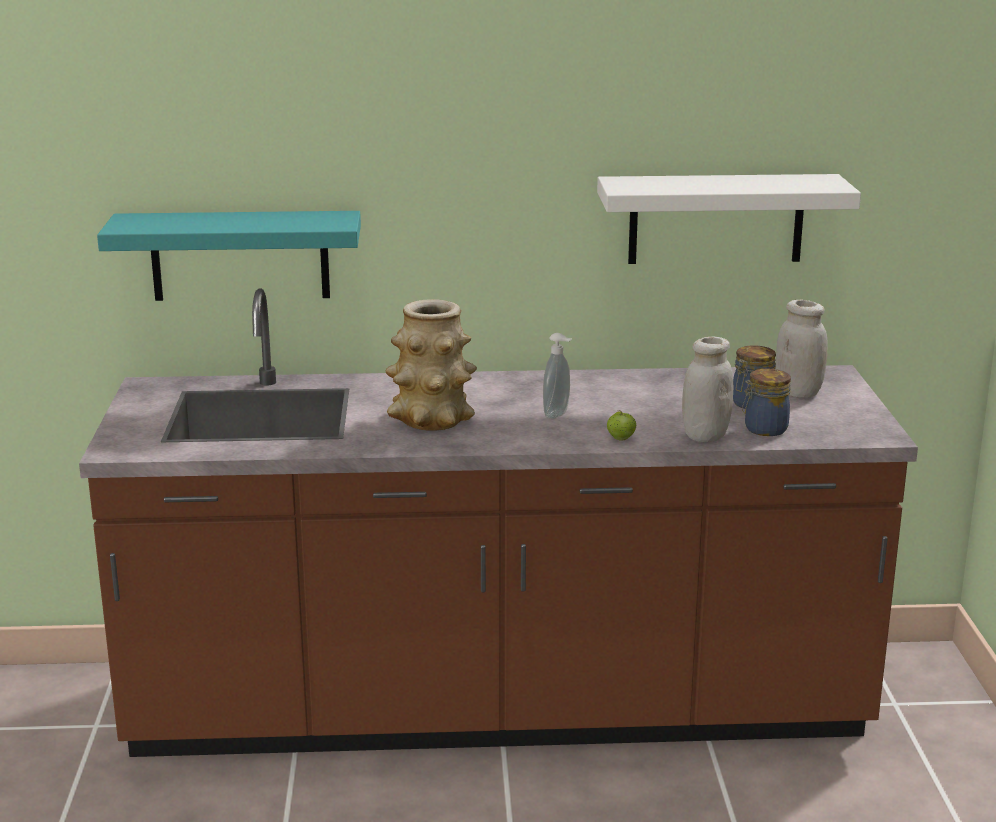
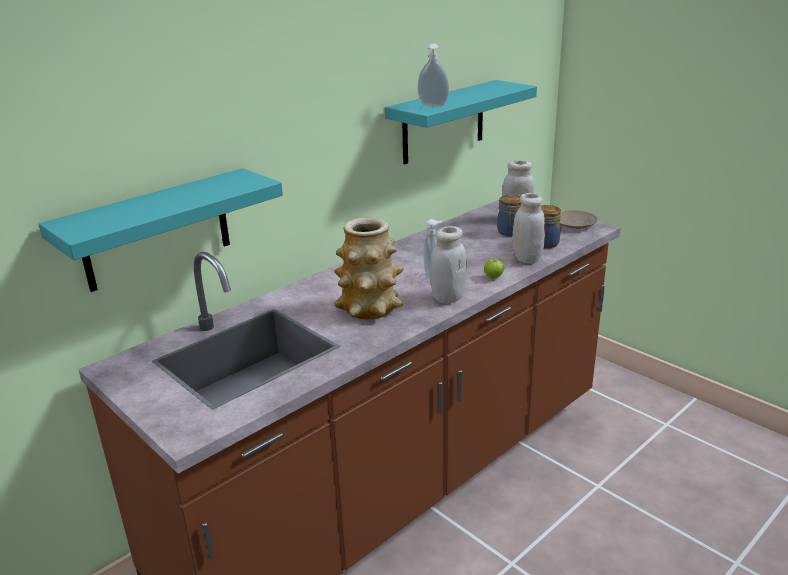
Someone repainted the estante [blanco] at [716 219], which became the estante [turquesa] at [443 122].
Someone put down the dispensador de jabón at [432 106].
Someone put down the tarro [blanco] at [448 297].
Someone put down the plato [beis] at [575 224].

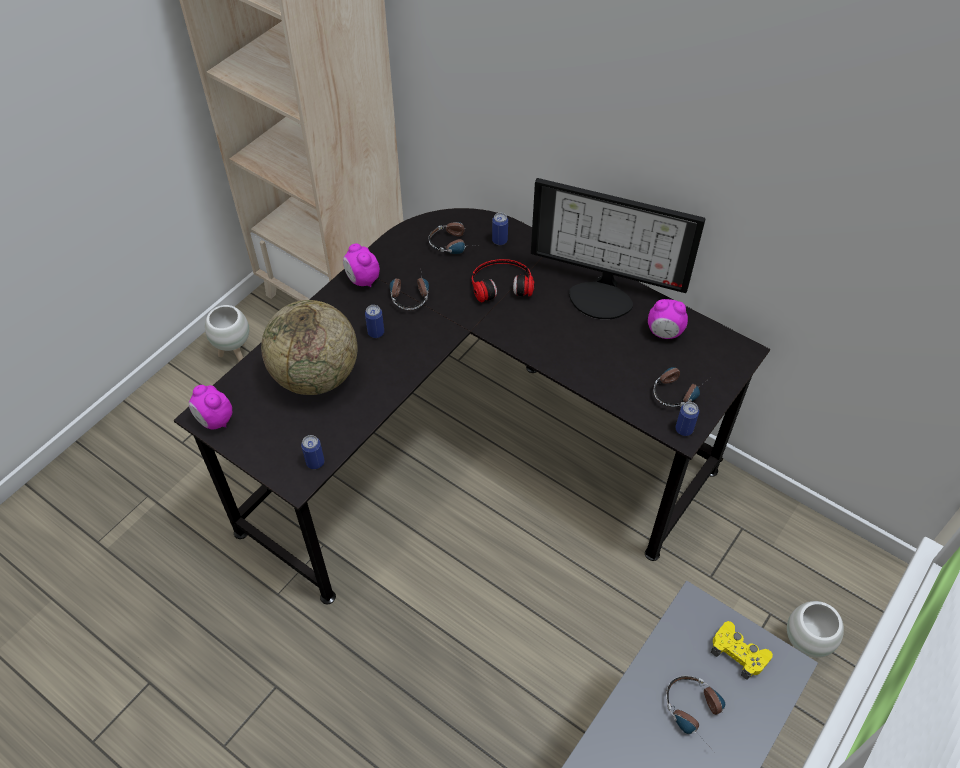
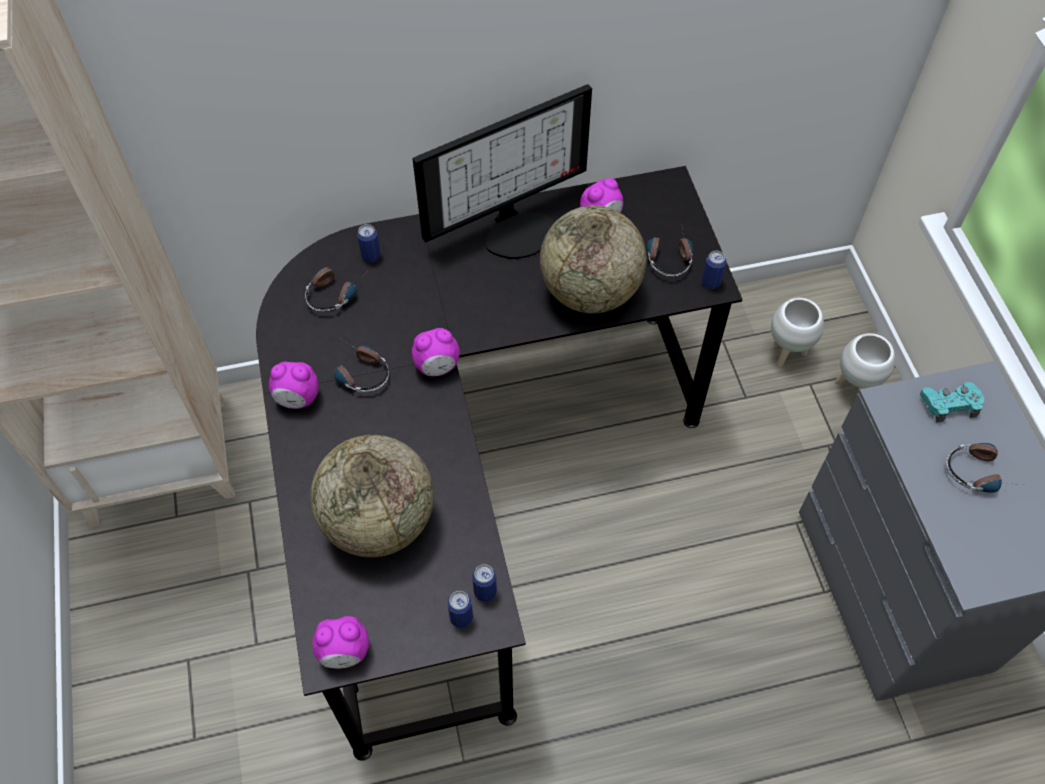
Someone put down the despertador at [437 367].
Someone carried the lata from [376 332] to [461 617].
Someone put down the globo terráqueo at [590 291].
Someone carried the maceta [blanco] from [235 354] to [787 352].
Someone repainted the mando de consola [amarillo] at [738 653], which became the mando de consola [turquesa] at [949 404].
Someone took away the auriculares at [501 283].

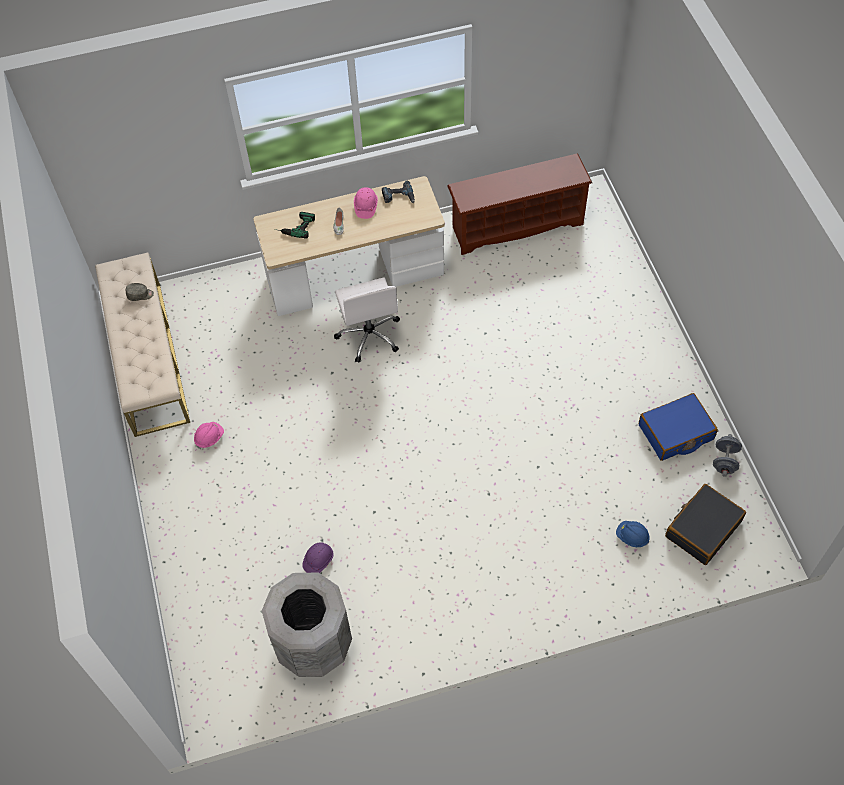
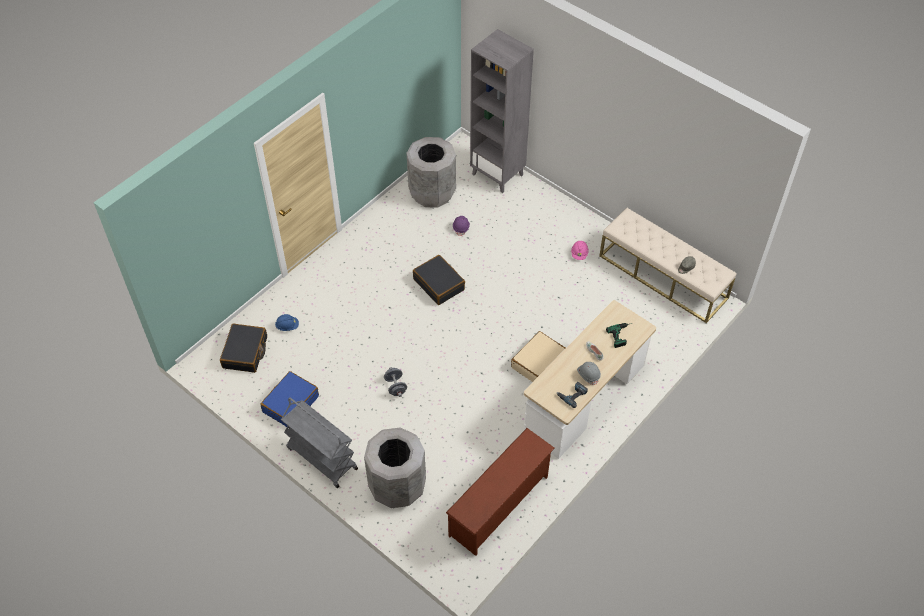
Someone put down the carrito [gris] at [321 458].
Someone put down the papelera [gris] at [397 486].
Someone carried the mancuerna [gris] from [724 461] to [395 387].
Someone put down the maleta [negro] at [439 284].
Someone put down the estantería [gris] at [498 174].
Someone swapped the silla de oficina [blanco] at [369 335] for the maleta [beis] at [538 363].
Someone repainted the casco [rosa] at [365 207], which became the casco [gris] at [588 375].

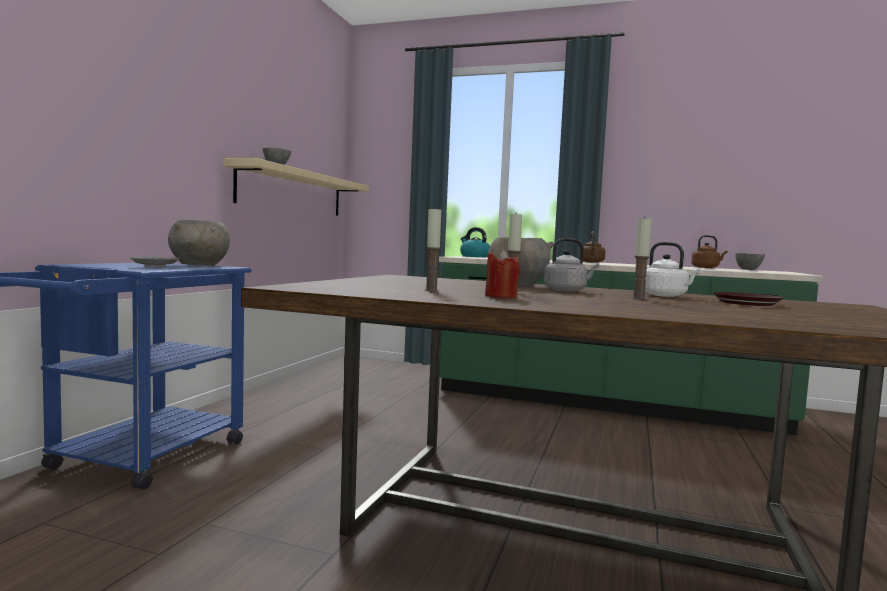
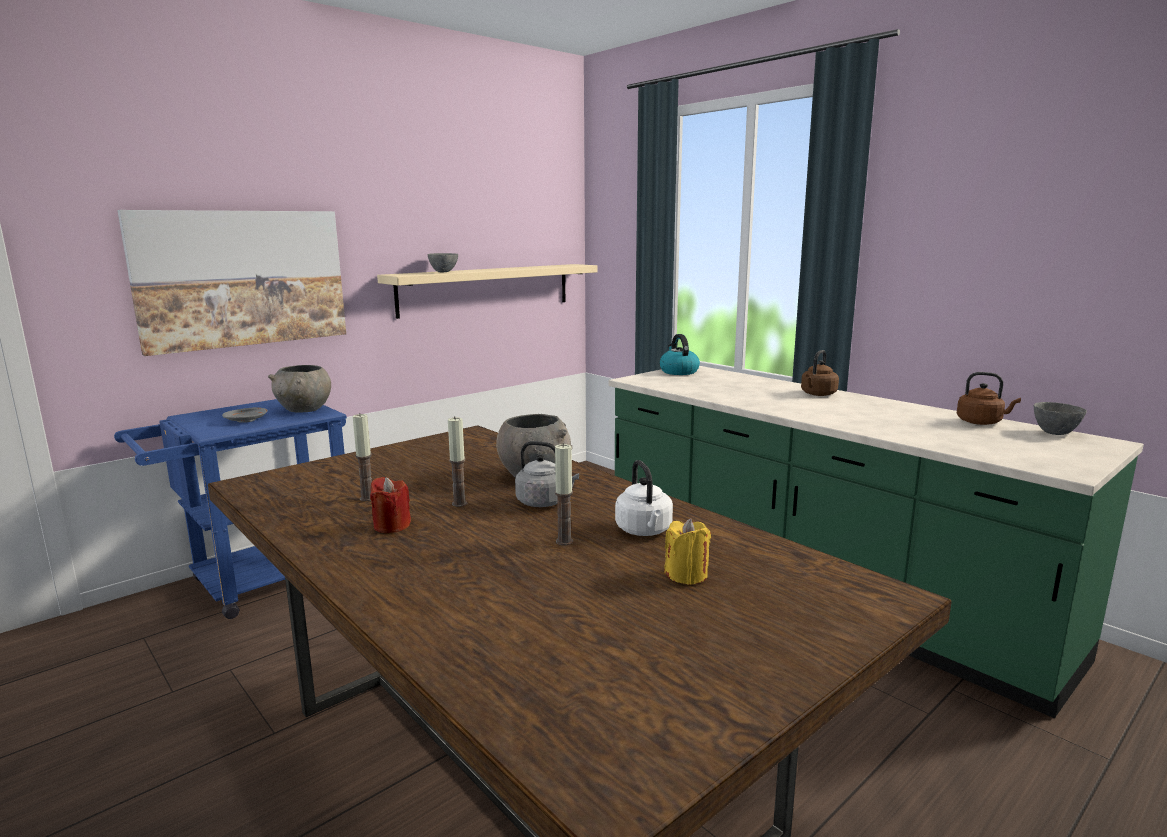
Someone put up the cuadro at [242 278].
Someone swapped the plato [marrón] at [747 303] for the vela [amarillo] at [686 575].

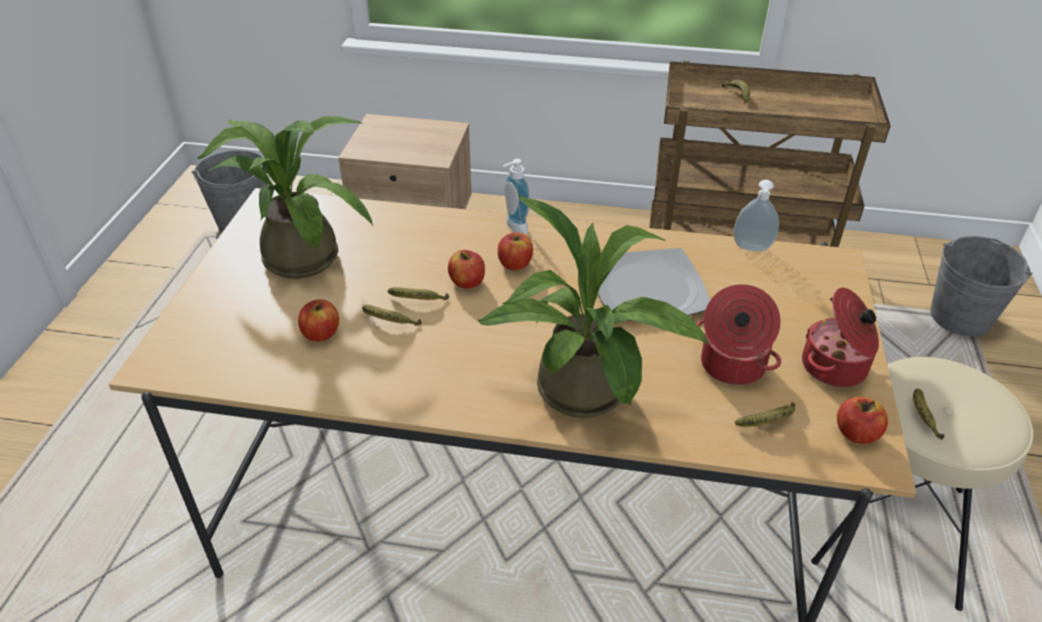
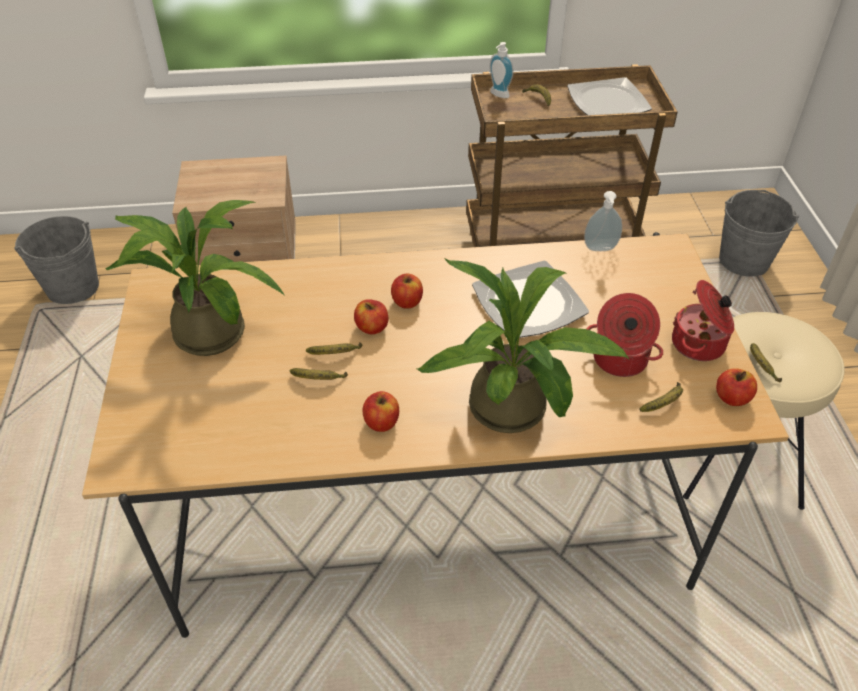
Someone carried the manzana from [321 334] to [381 422].
Someone carried the dispensador de jabón from [513 228] to [498 95].
Someone put down the plato at [608 102].

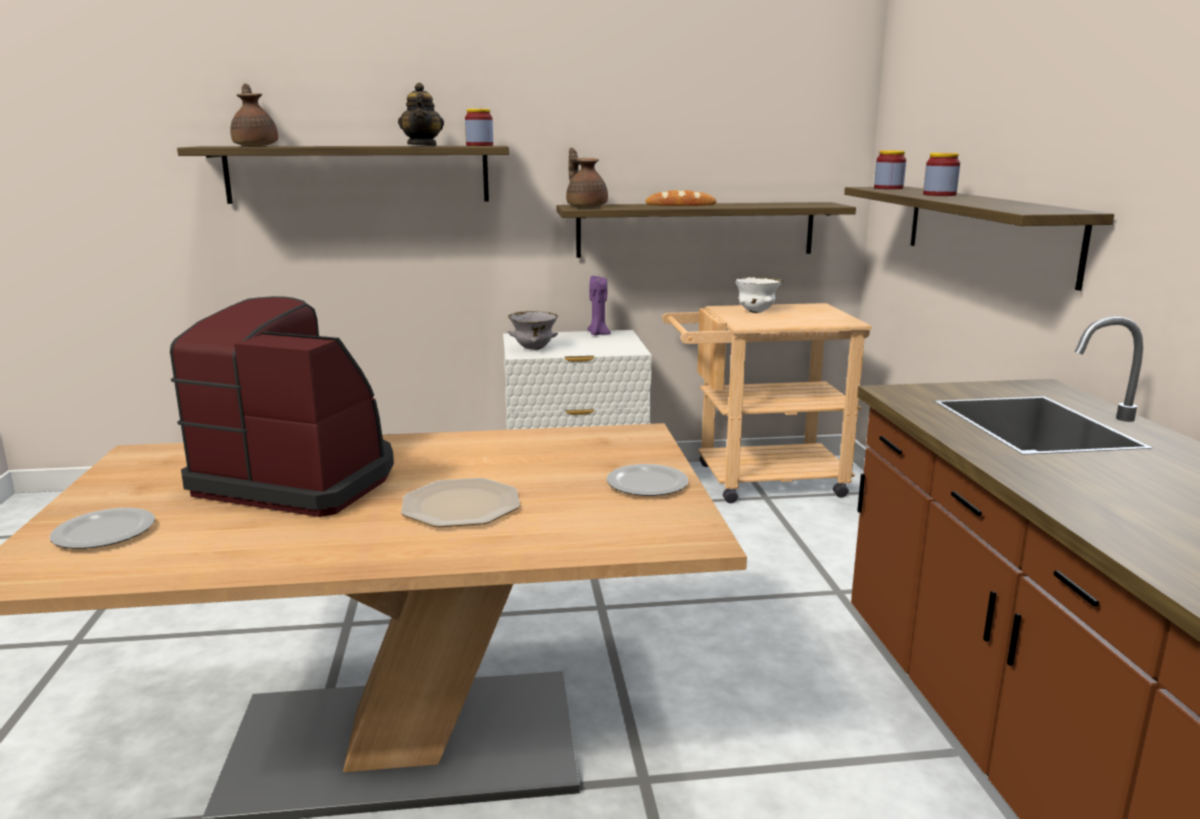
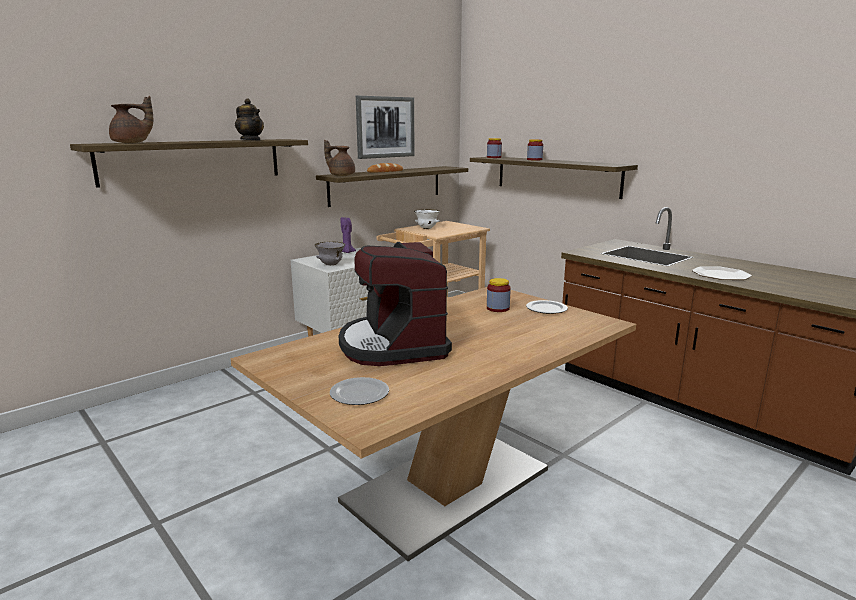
Someone rotated the tetera [marrón] at [256 146] by 135 degrees clockwise.
Someone rotated the cafetera at [299 479] by 90 degrees counterclockwise.
Someone put up the cuadro at [385 127].
Someone carried the tarro from [479 145] to [498 308].
Someone carried the plato from [461 506] to [721 275].

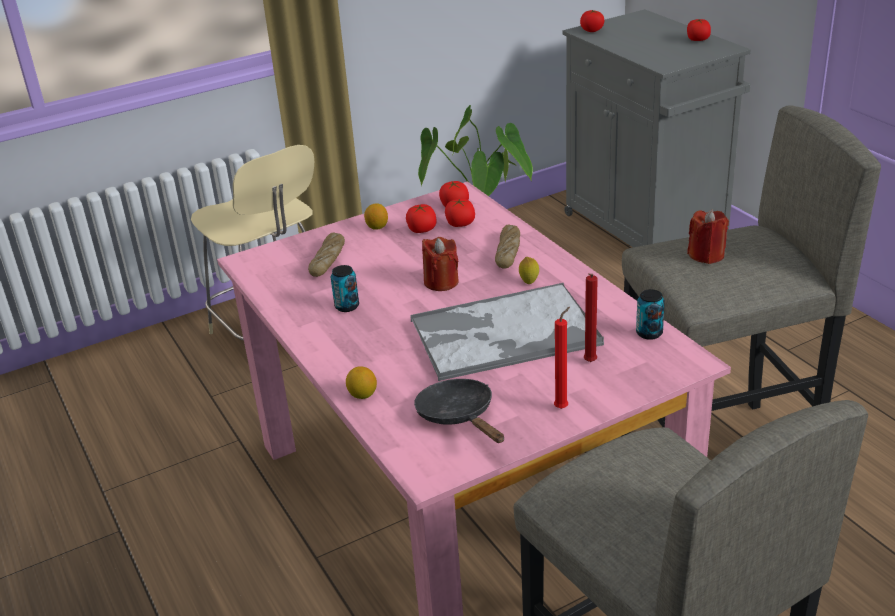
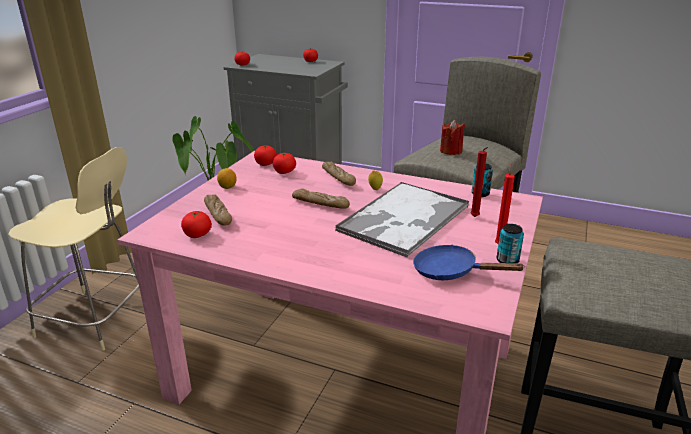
Someone carried the tomate from [421 230] to [197 235].
Someone swapped the vela [rojo] at [441 282] for the pan at [320 204].
Someone repainted the sartén [negro] at [459 416], which became the sartén [azul] at [451 272].
Someone carried the lata from [347 306] to [507 261].
Someone took away the limón at [362 395].

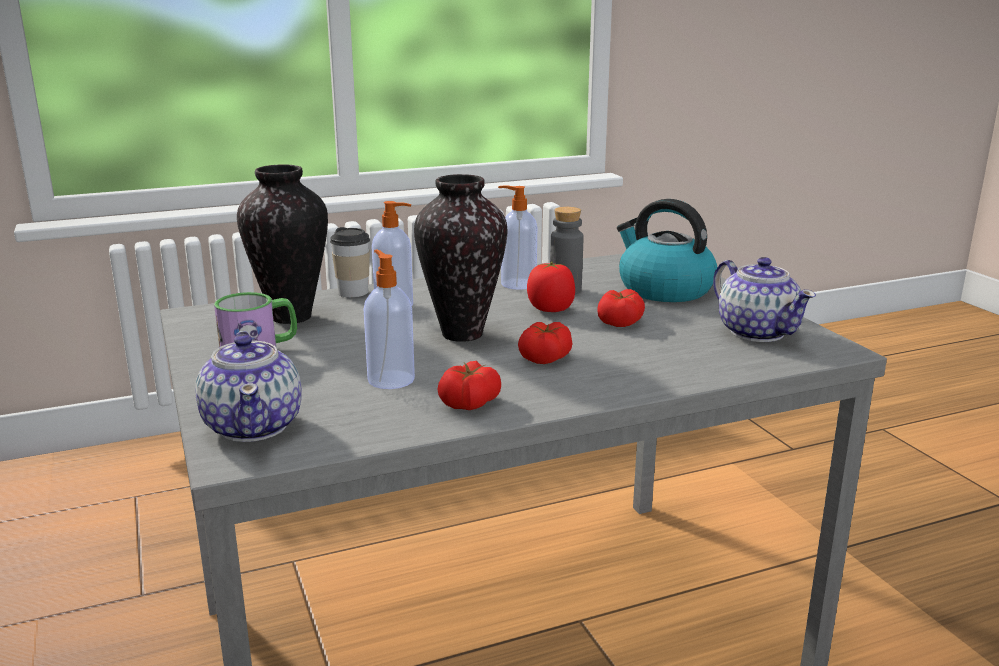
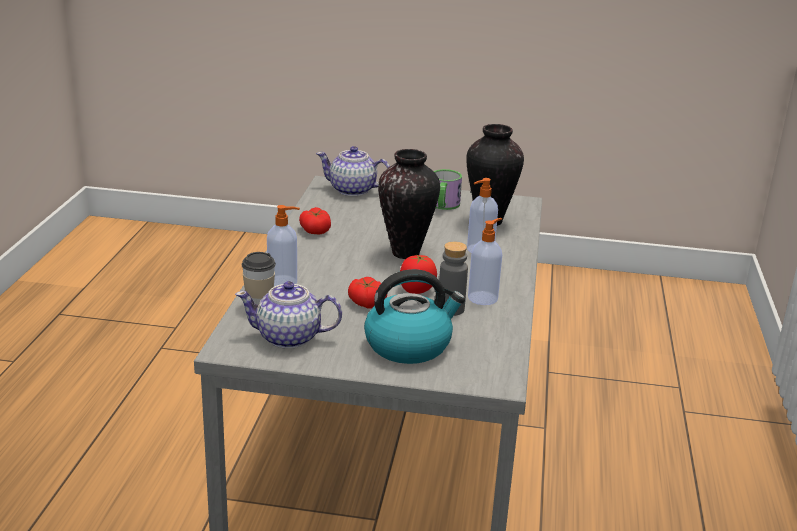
Someone carried the taza from [353 292] to [259 305].
Someone carried the dispensador de jabón from [390 379] to [283 282].
Someone took away the tomate at [545 357].

